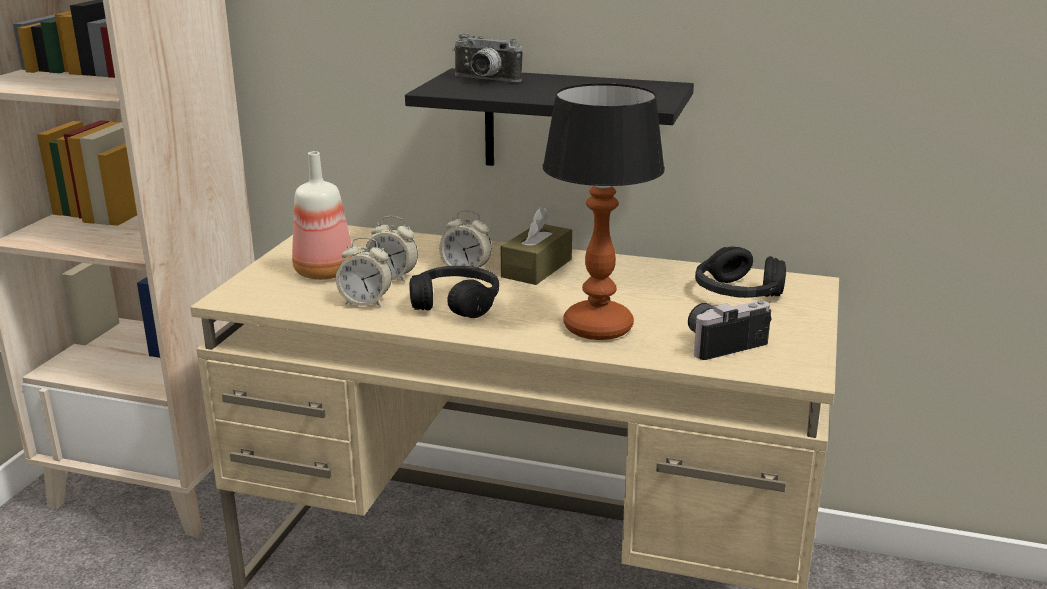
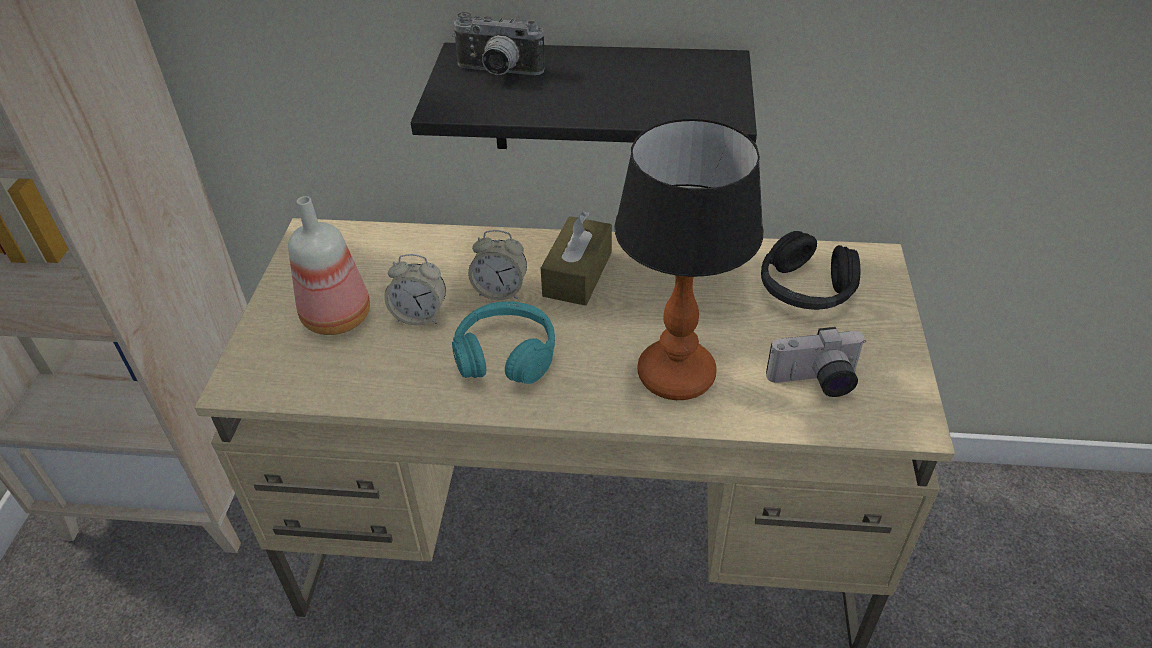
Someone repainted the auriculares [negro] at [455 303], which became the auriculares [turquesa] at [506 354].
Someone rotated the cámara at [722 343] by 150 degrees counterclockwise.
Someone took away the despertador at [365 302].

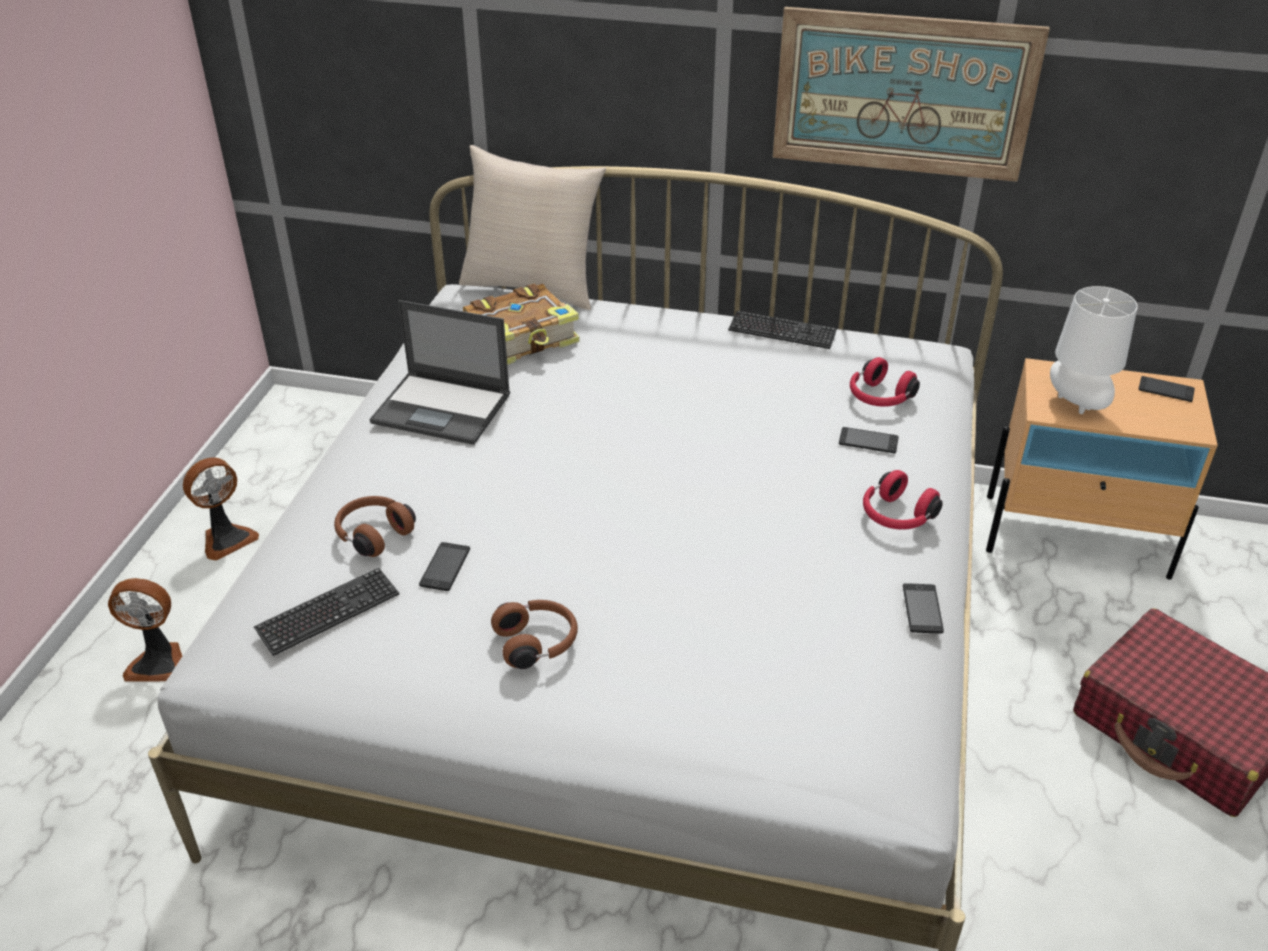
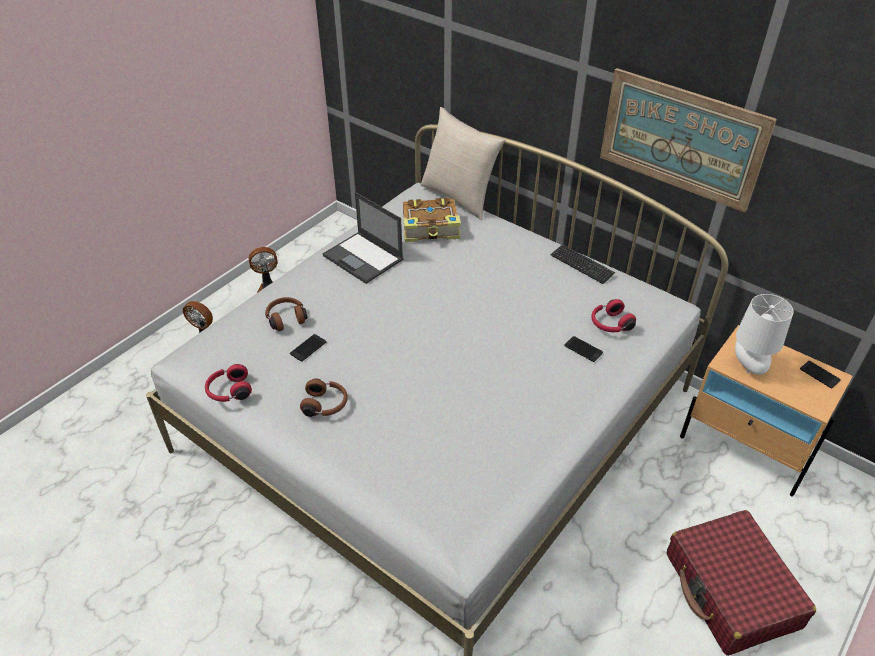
Someone carried the auriculares [rojo] from [896 516] to [229 391].
Someone took away the teclado at [328 613].
Someone took away the móvil at [922 609].

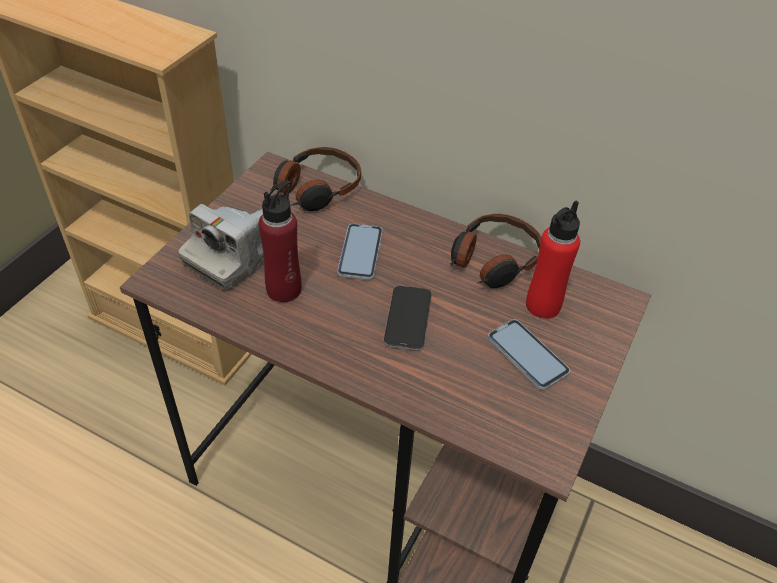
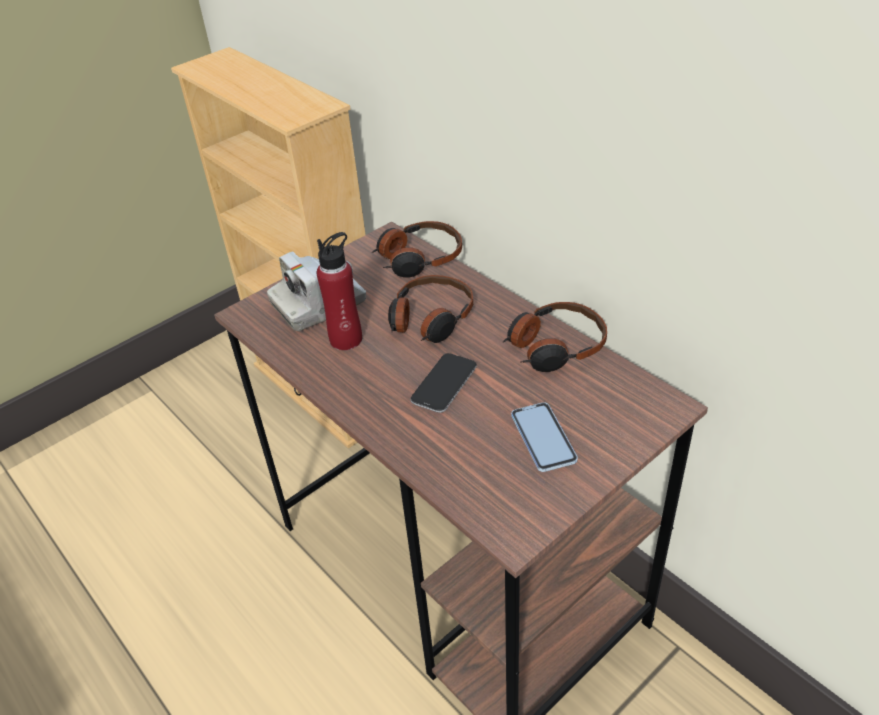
Someone swapped the móvil at [360 253] for the auriculares at [430 319].
Someone took away the botella [rojo] at [542 305].

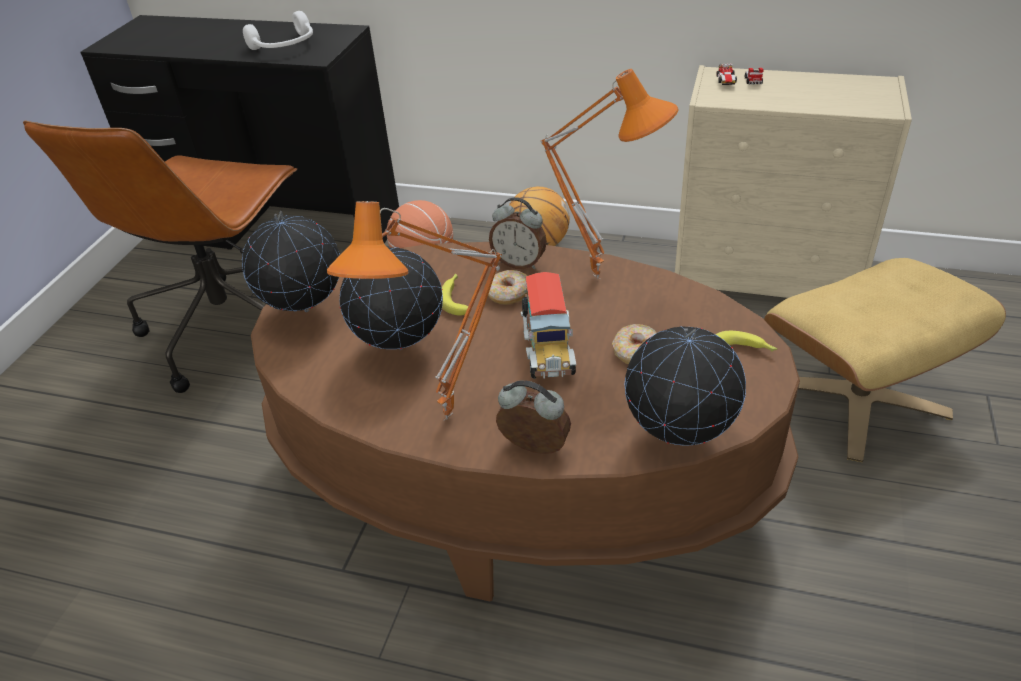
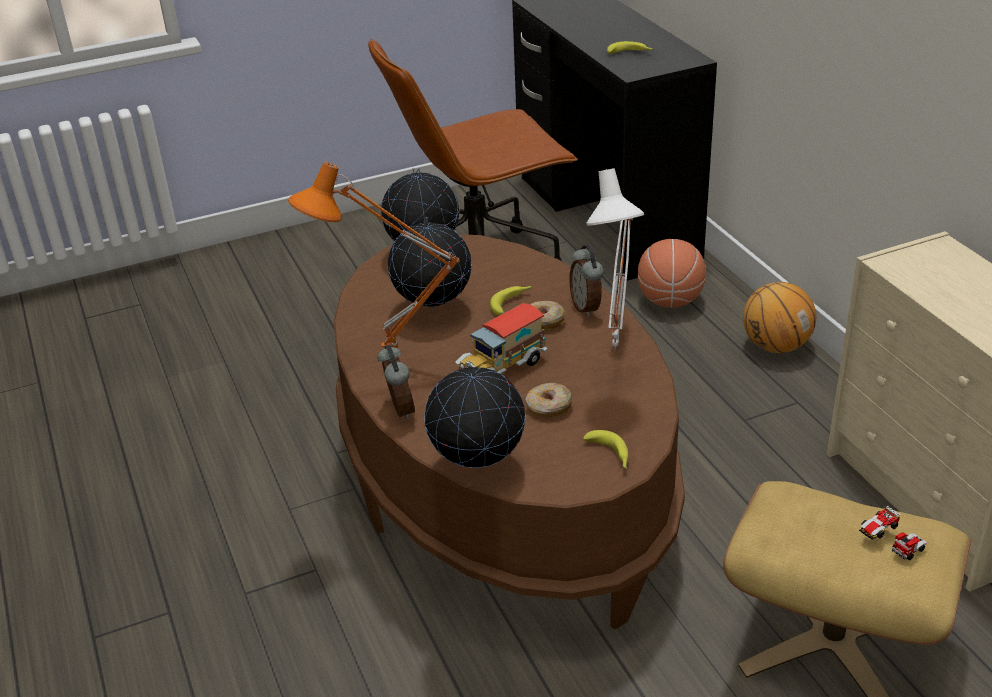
Someone repainted the lámpara de mesa [naranja] at [599 275], which became the lámpara de mesa [blanco] at [619 349].
Someone swapped the auriculares [blanco] at [285 46] for the plátano at [630 53].
Someone carried the coche de juguete from [739 82] to [891 540].

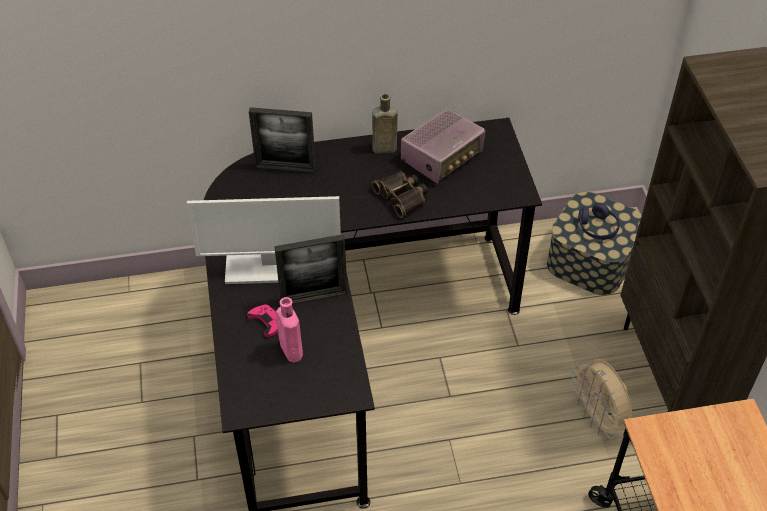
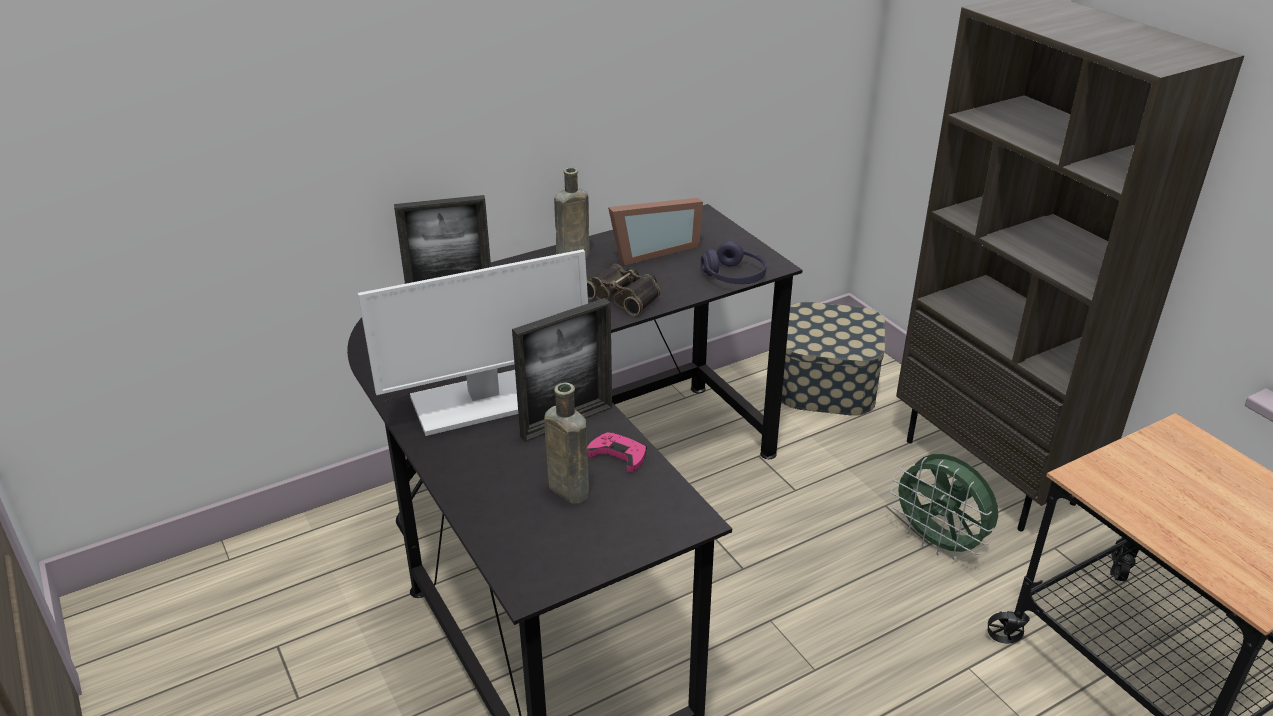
Someone repainted the botella [rosa] at [290 349], which became the botella [marrón] at [566 489].
Someone carried the mando de consola [rosa] from [267 322] to [618 455].
Someone swapped the radio at [442 157] for the portarretratos at [651 250].
Someone carried the auriculares [morado] from [597 227] to [734 276].
Someone repainted the ventilador [beis] at [598 418], which became the ventilador [verde] at [939 543].

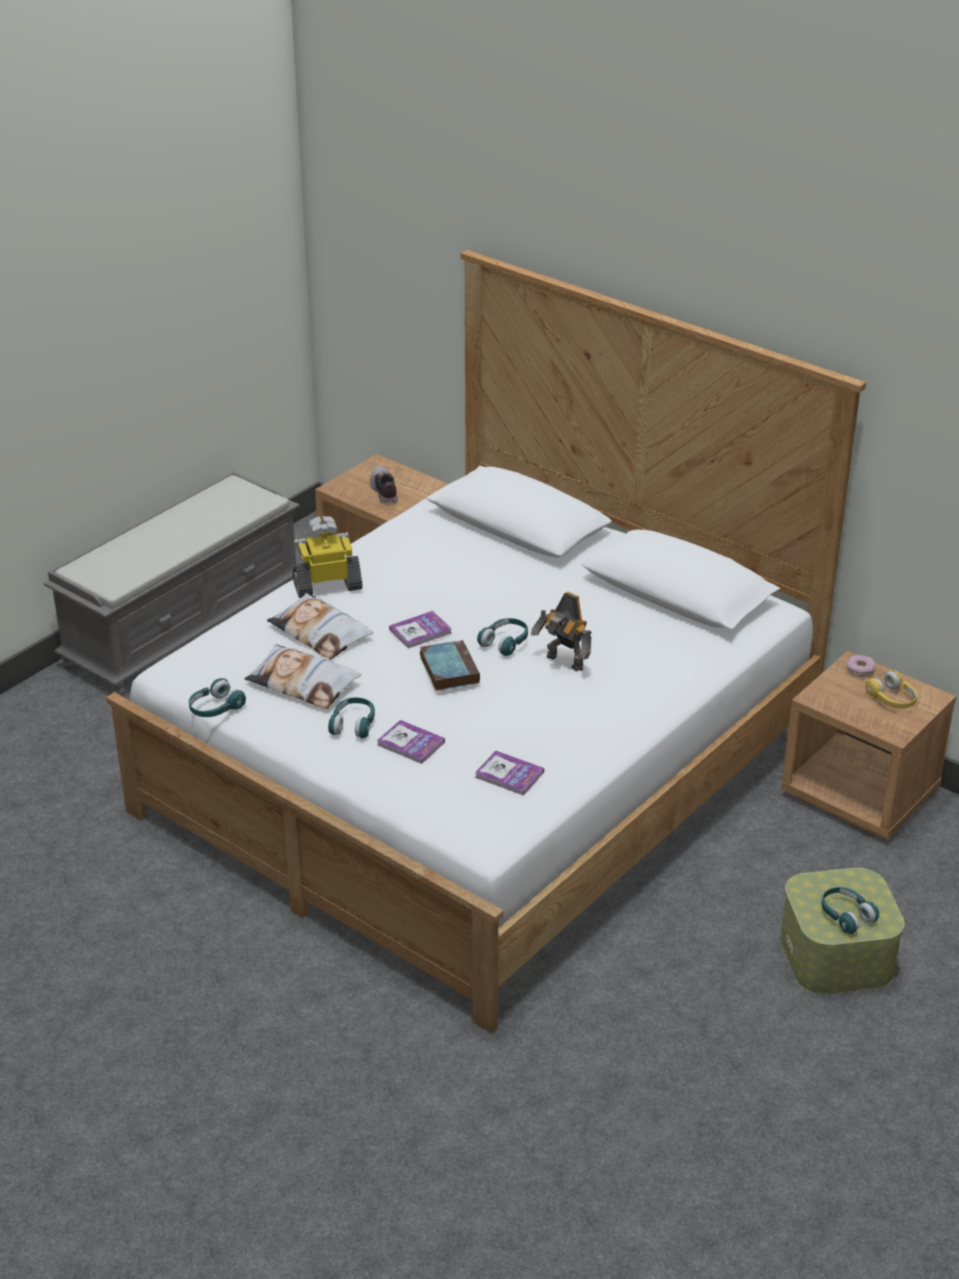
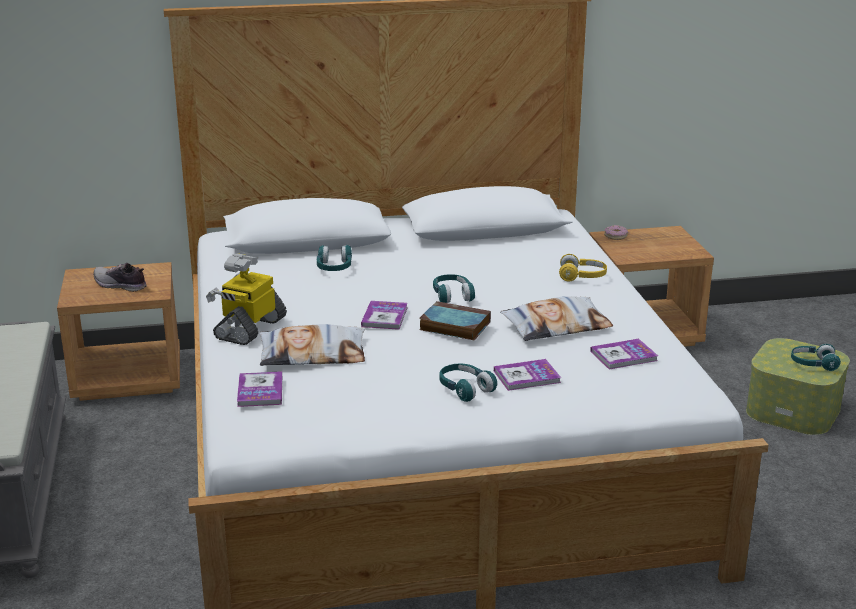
Someone put down the libro at [260 391].
Someone carried the auriculares [turquesa] from [215 708] to [334 268].
Someone carried the cojín from [303 683] to [556 326].
Someone carried the auriculares [amarillo] from [892 699] to [582 277].
Someone took away the robot de juguete at [563 663].

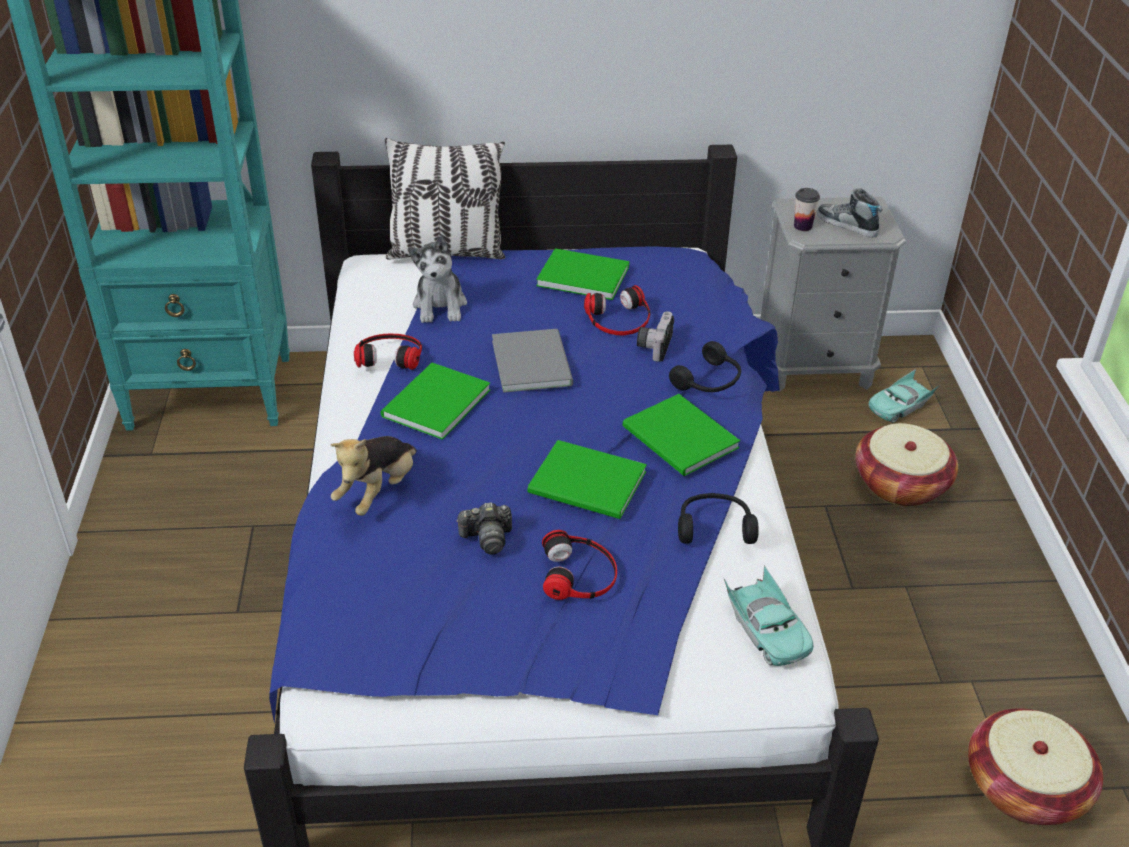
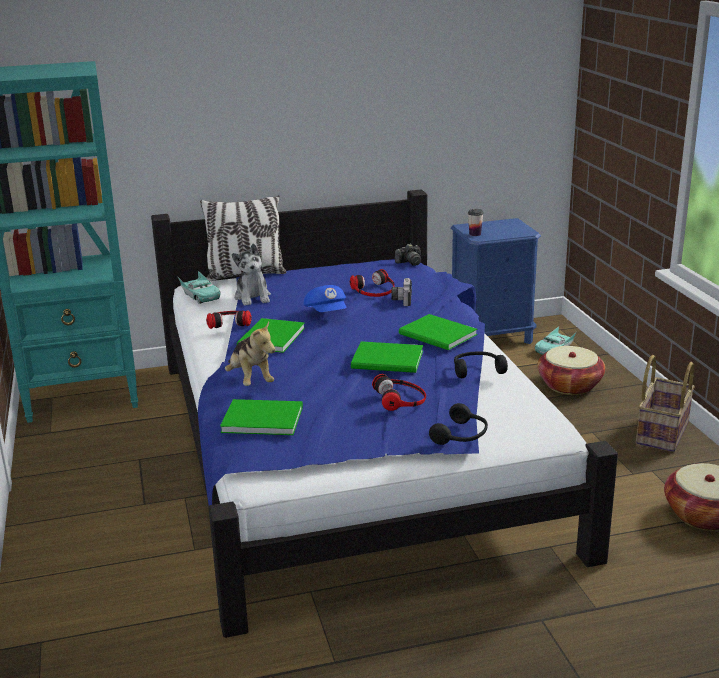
Someone carried the coche de juguete [turquesa] from [766 630] to [200 295].
Someone carried the libro [verde] from [581 275] to [260 418].
Someone rotated the peluche at [378 492] by 45 degrees counterclockwise.
Someone swapped the libro [gris] at [533 361] for the gorra [azul] at [327 313].
Someone carried the cámara from [487 538] to [410 262].
Someone carried the auriculares [negro] from [709 381] to [462 436].
Someone repainted the mesita de noche [gris] at [814 366], which became the mesita de noche [azul] at [492 337].
Someone put down the cesta at [661 432].
Someone took away the zapato at [847 225].

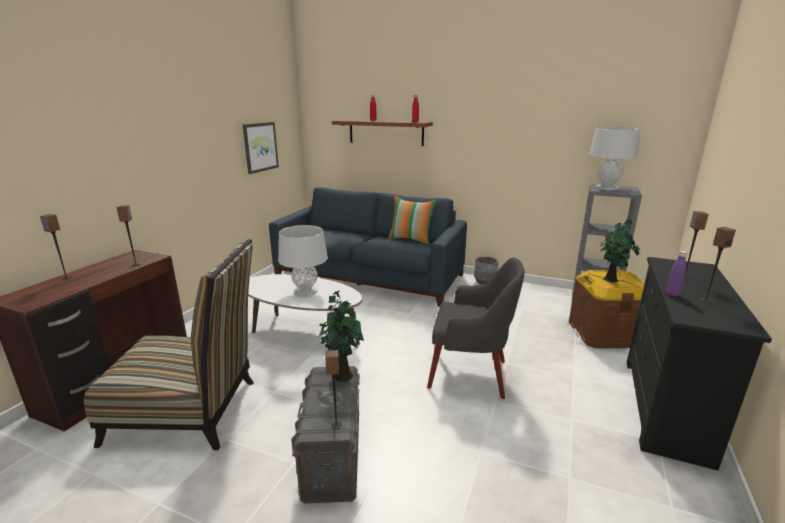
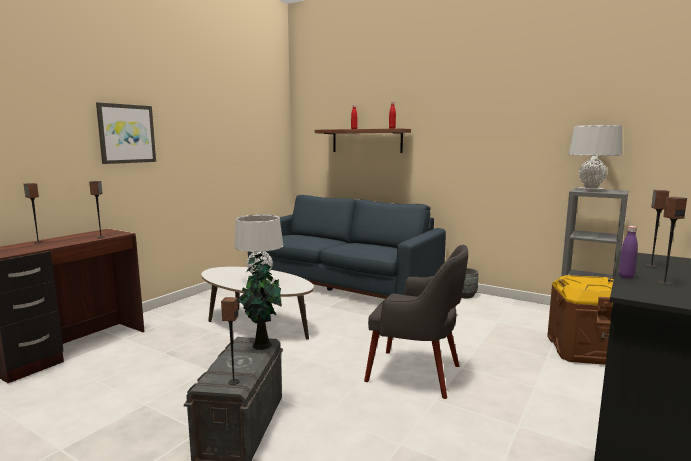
Someone carried the cuadro from [260 147] to [126 134].
Someone took away the silla at [191 412].
Someone took away the cojín at [411 239].
Someone took away the planta en maceta at [612 280].

